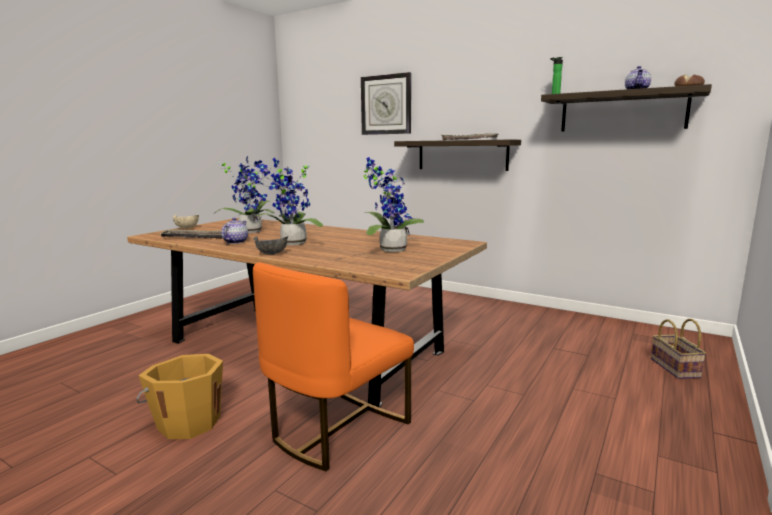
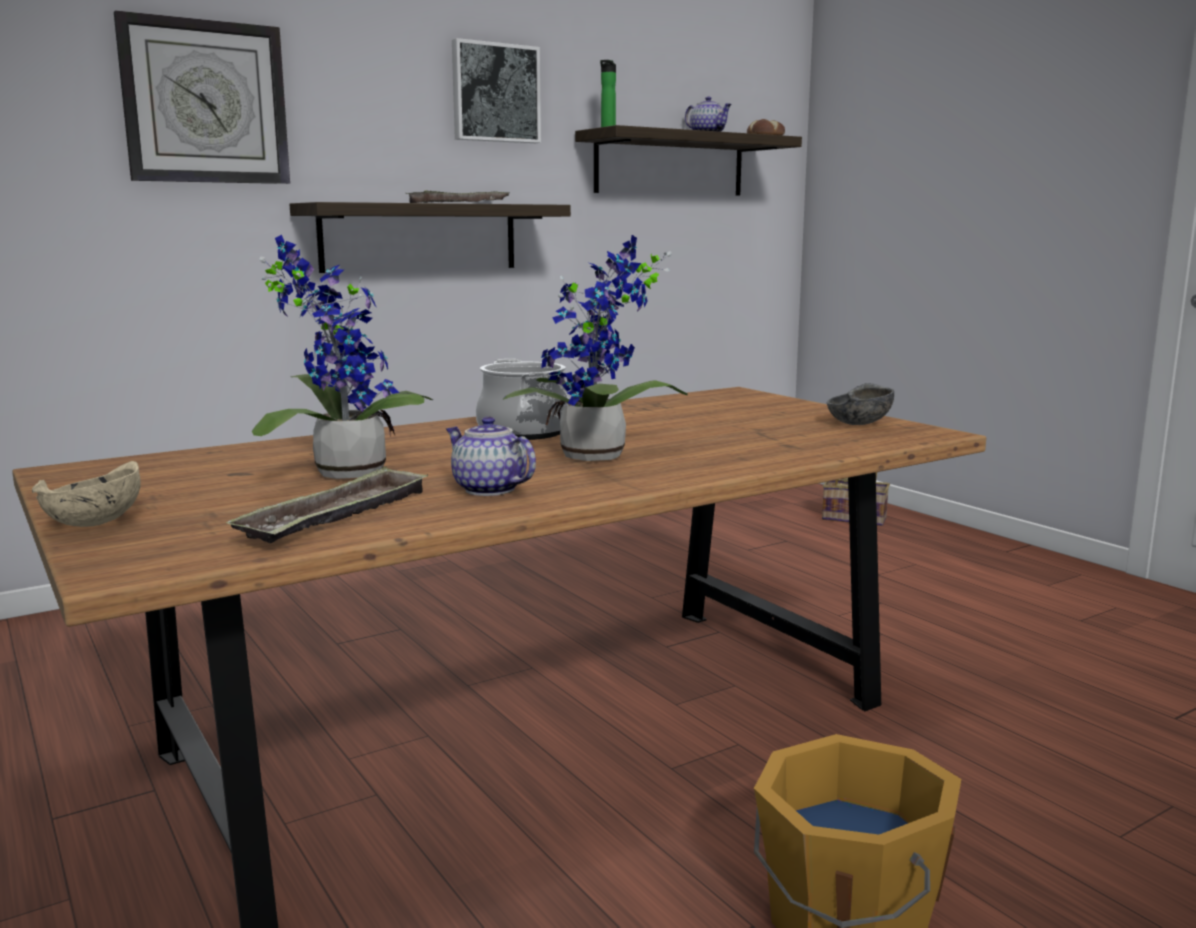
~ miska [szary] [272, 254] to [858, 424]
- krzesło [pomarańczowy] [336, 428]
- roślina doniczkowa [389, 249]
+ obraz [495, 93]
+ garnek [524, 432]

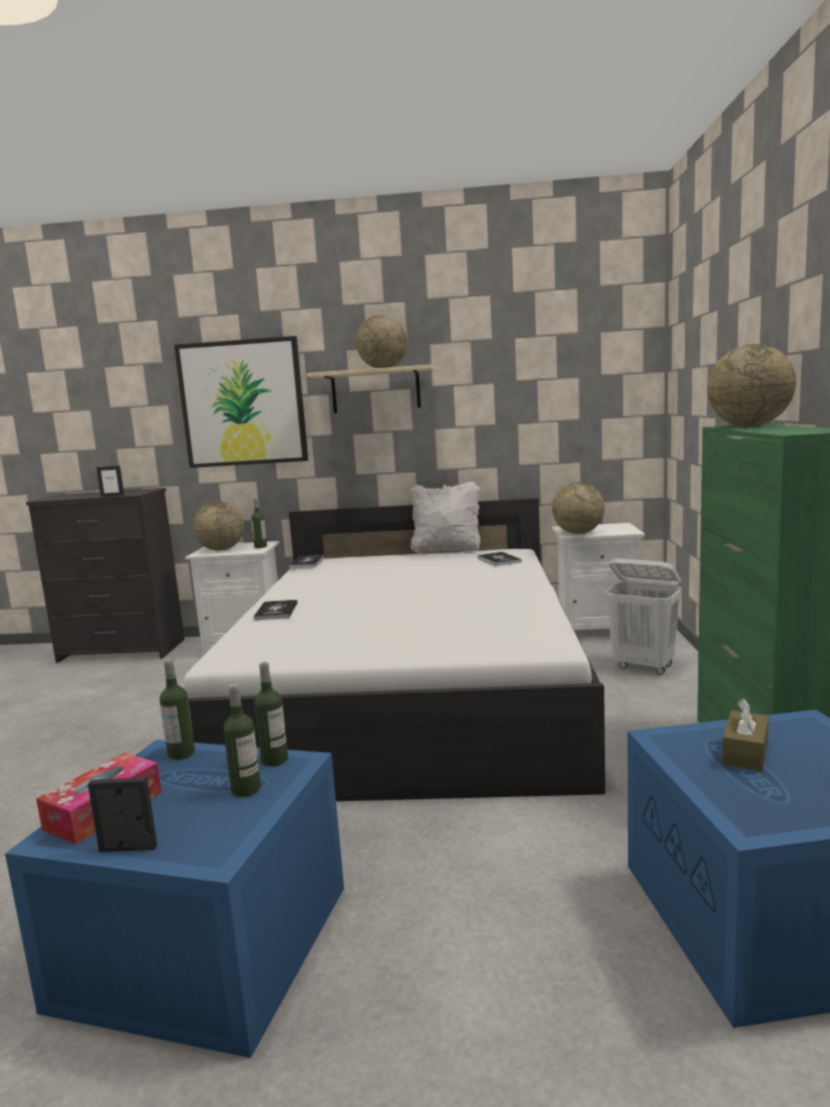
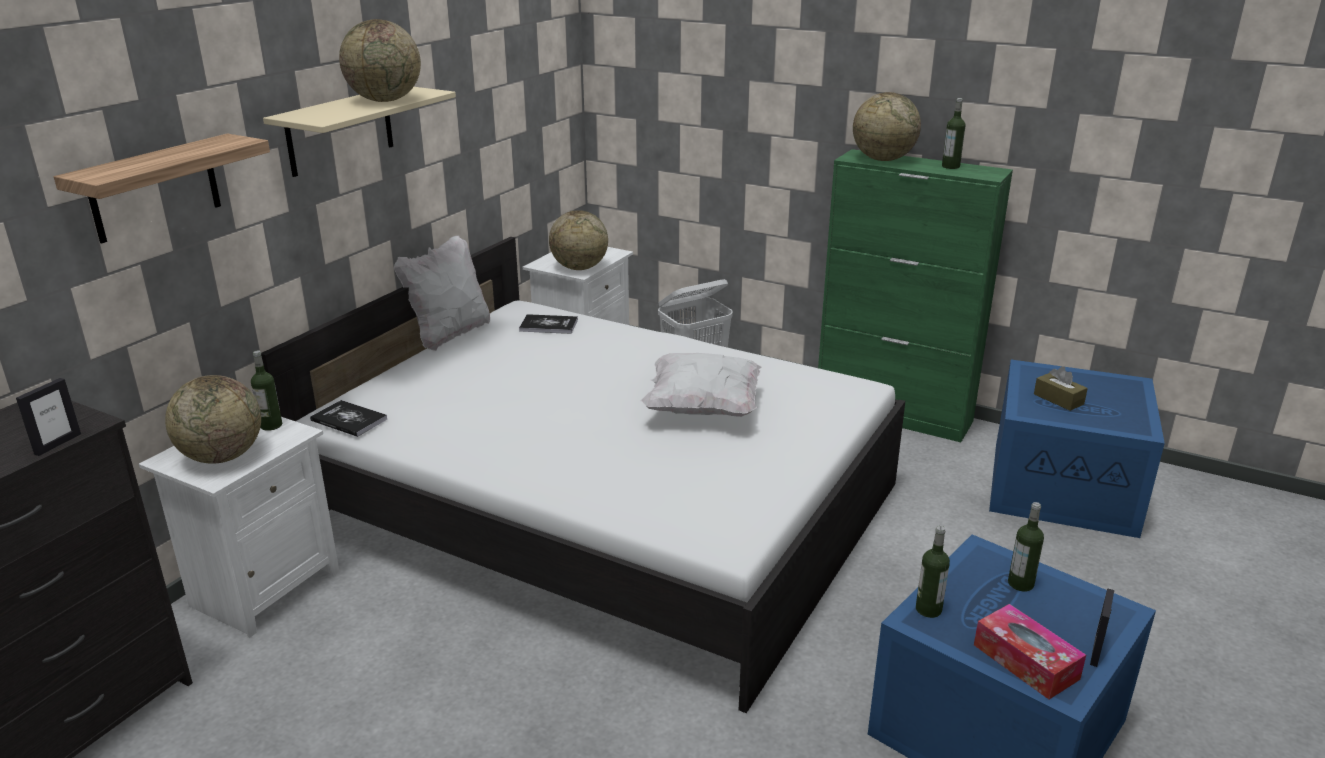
~ obraz [243, 403] to półka [154, 188]
- książka [276, 611]
~ butelka [274, 760] to [950, 166]
+ poduszka [biały] [703, 408]

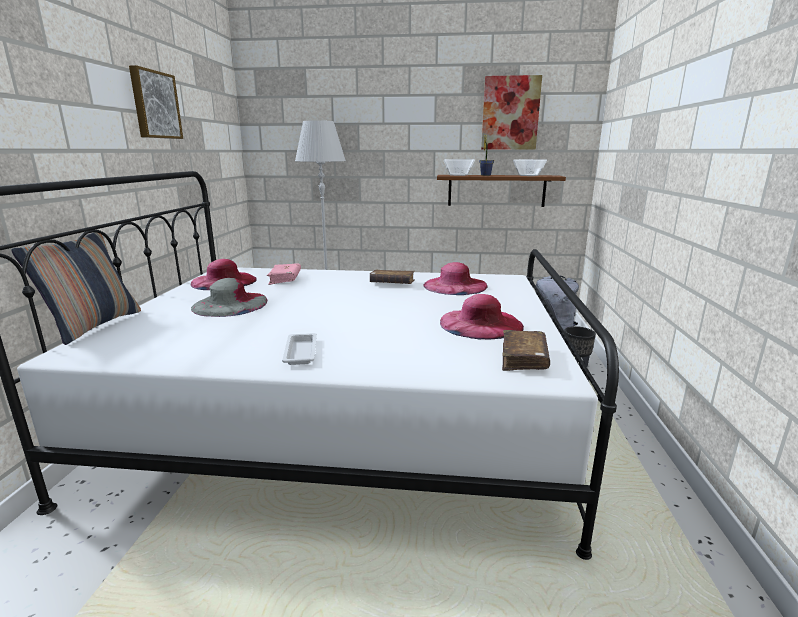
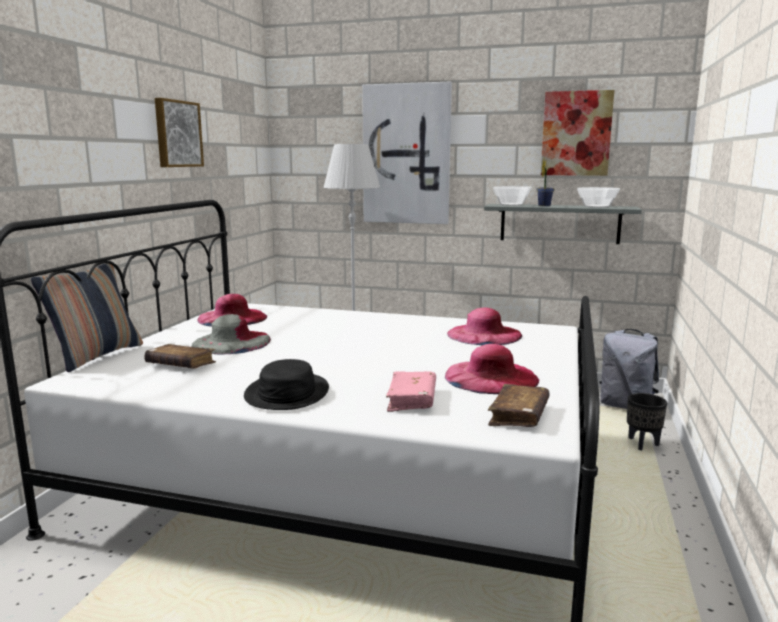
~ książka [różowy] [285, 279] to [412, 399]
~ taca [biały] [301, 352] to kapelusz [czarny] [286, 393]
~ książka [brązowy] [392, 283] to [180, 365]
~ półka [brązowy] [496, 190] to półka [szary] [559, 223]
+ obraz [406, 154]

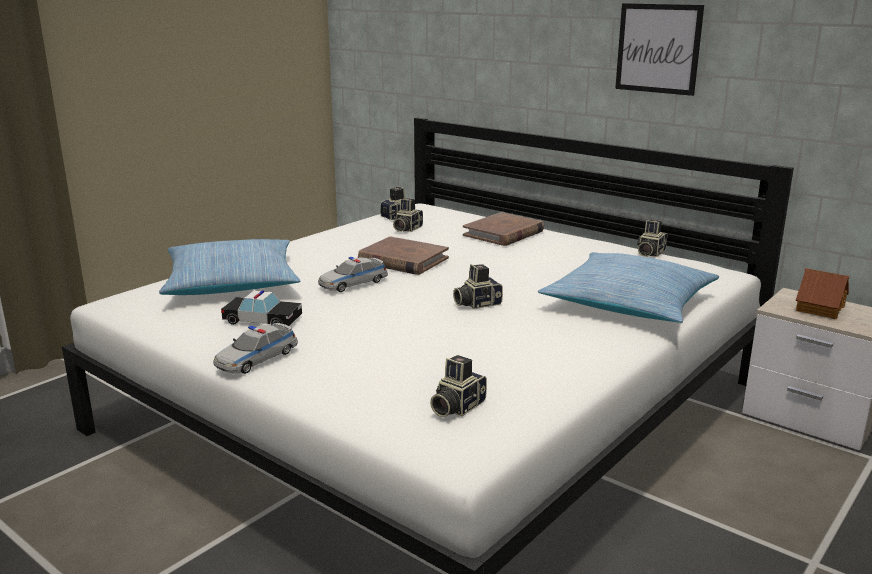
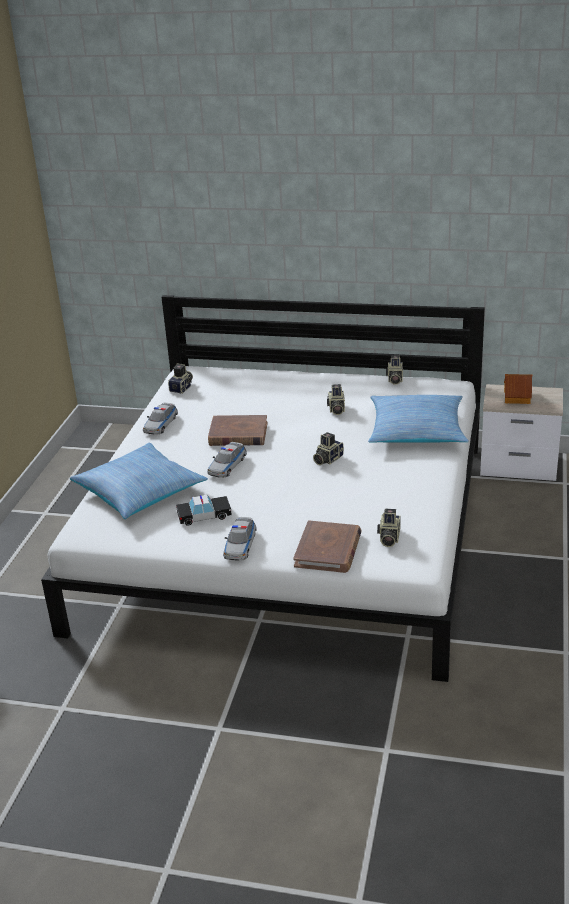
~ aparat fotograficzny [406, 229] to [336, 409]
~ książka [brązowy] [503, 233] to [328, 550]
- obraz [658, 48]
+ samochodzik [161, 424]

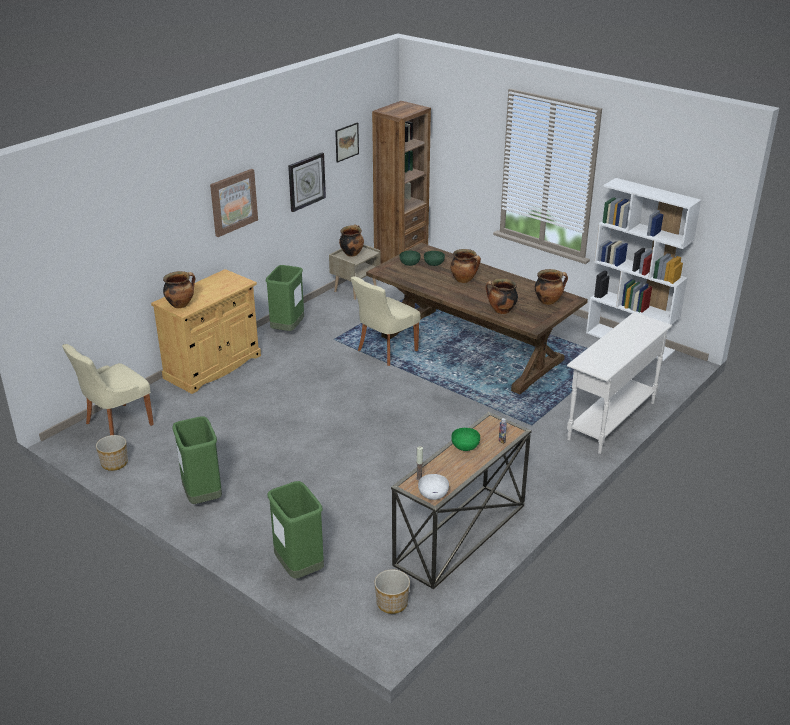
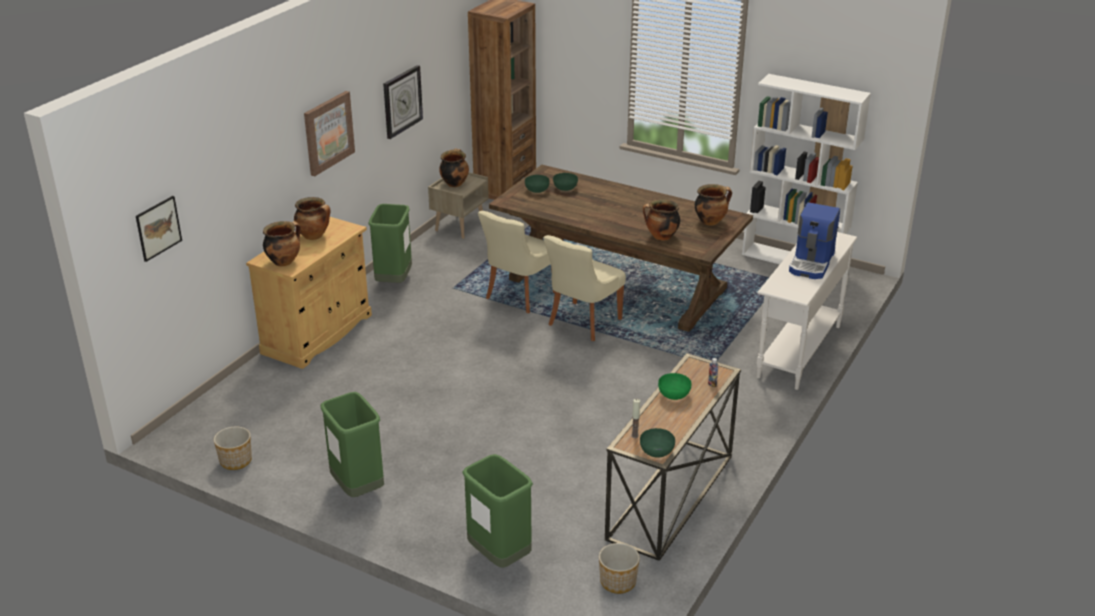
~ krzesło [beżowy] [116, 424] to [582, 323]
~ obraz [346, 142] to [158, 228]
~ miska [biały] [433, 494] to miska [zielony] [656, 451]
~ garnek [464, 280] to [314, 236]
+ ekspres do kawy [812, 263]

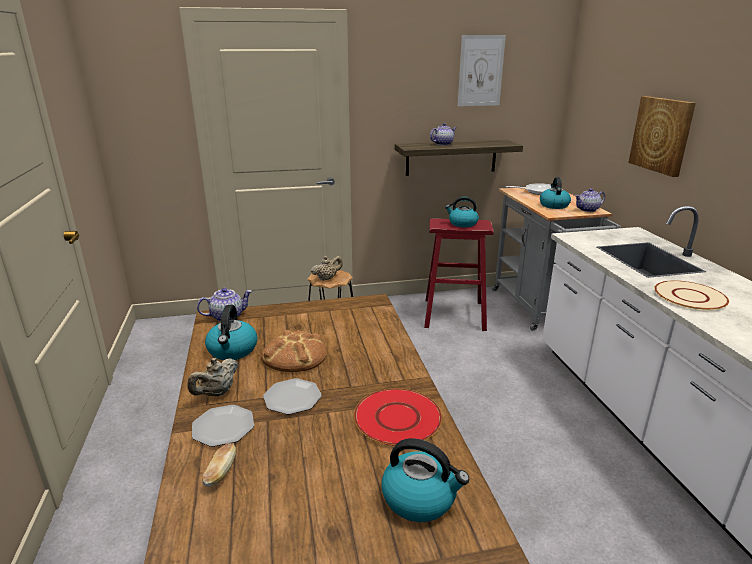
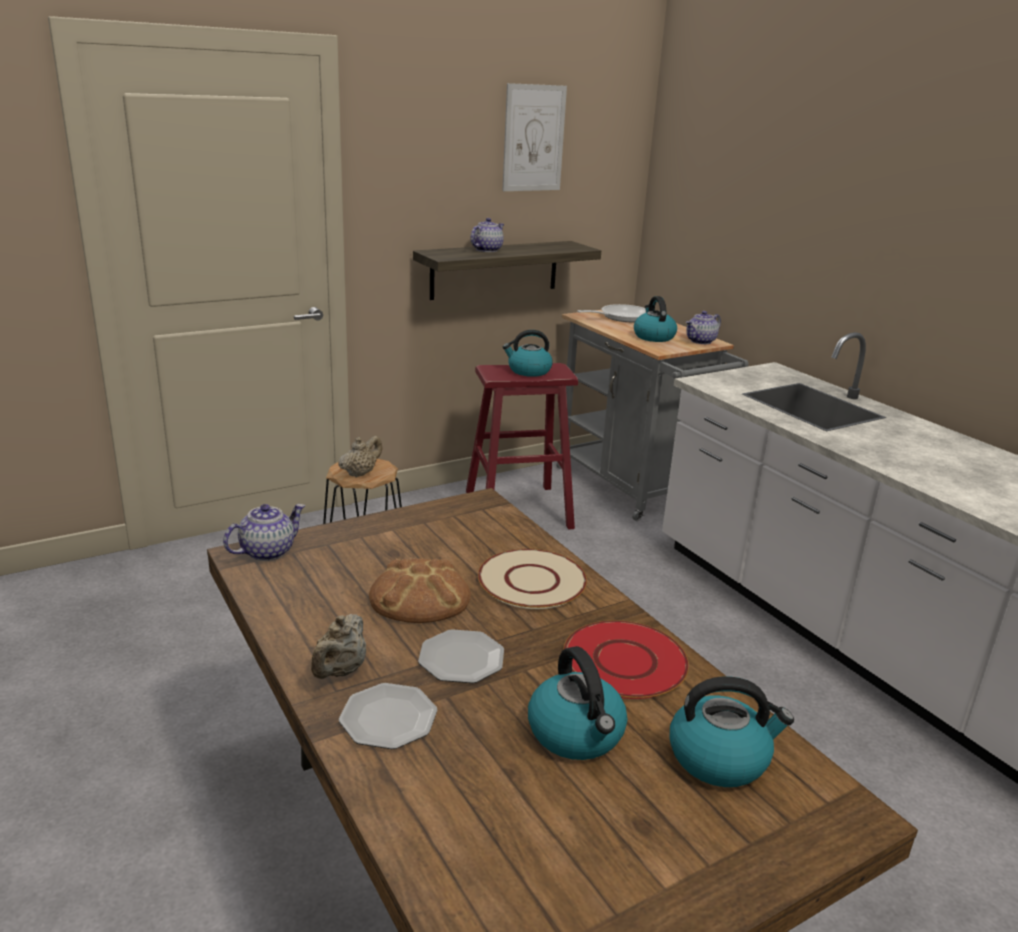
- chleb [220, 473]
~ czajnik [233, 350] to [577, 734]
- obraz [662, 135]
~ talerz [beżowy] [689, 296] to [531, 580]

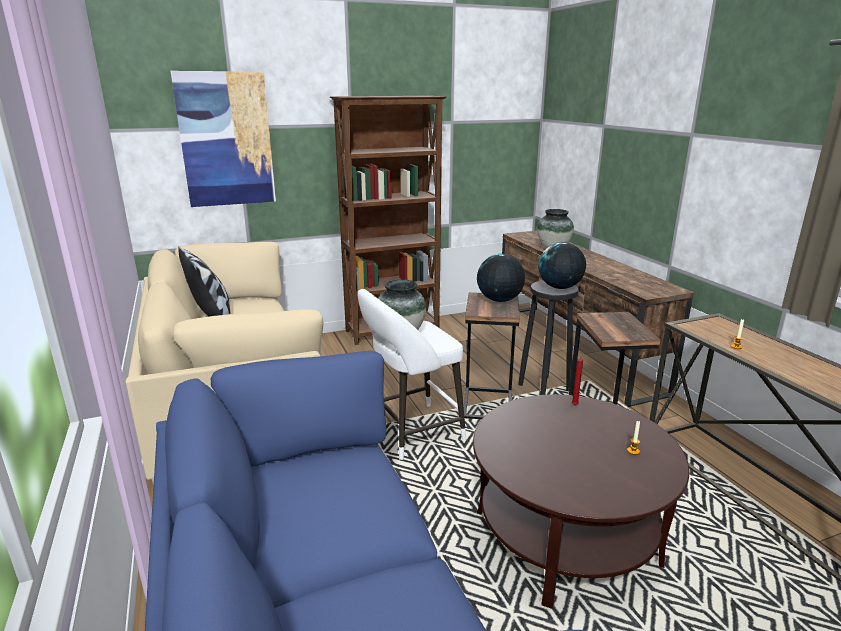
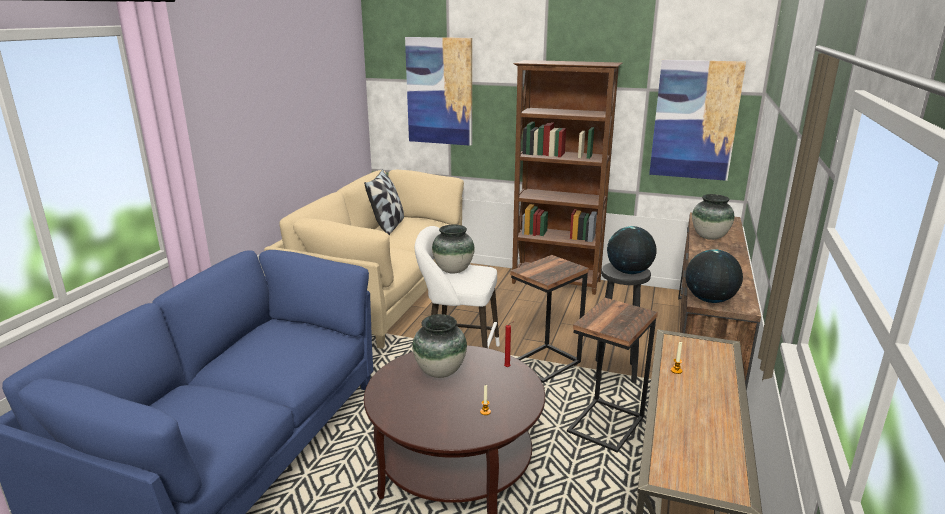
~ globus [499, 300] to [709, 300]
+ wazon [440, 372]
+ obraz [695, 120]

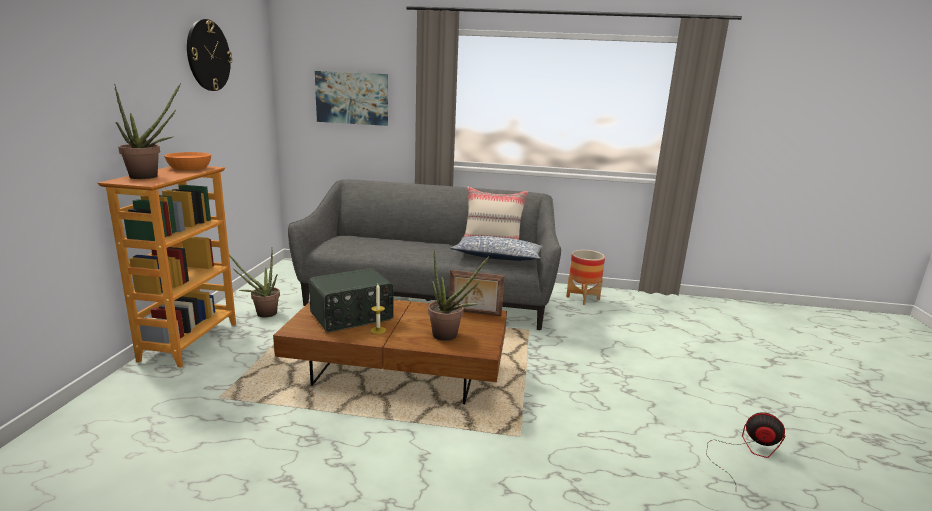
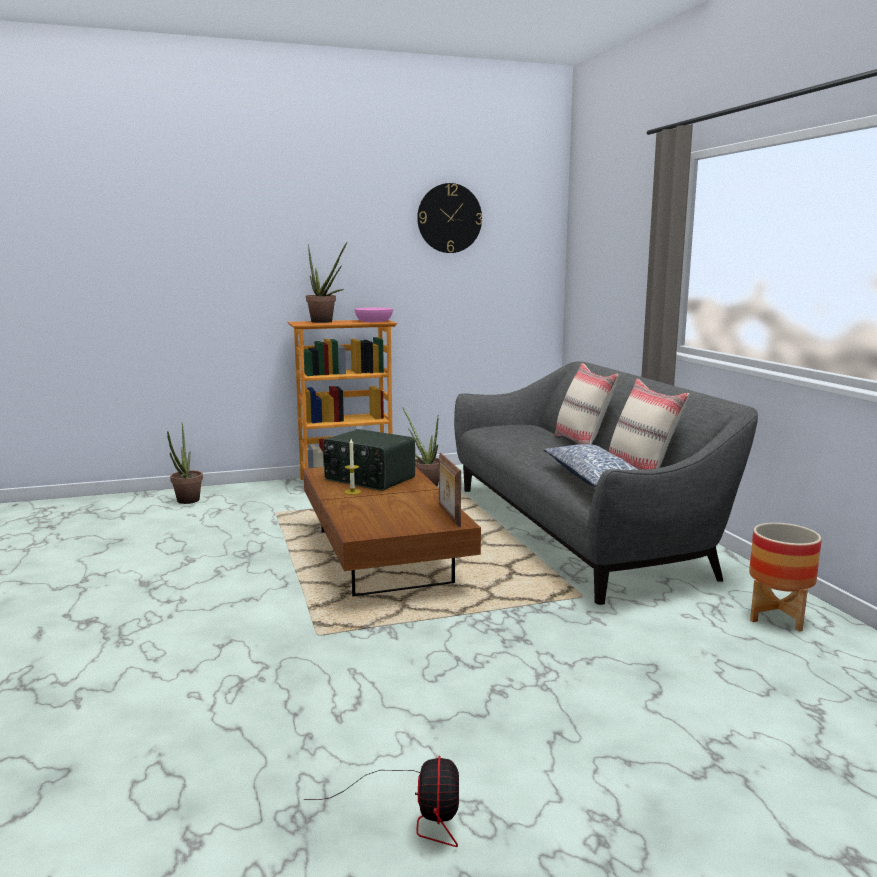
~ miska [pomarańczowy] [190, 168] to miska [różowy] [374, 321]
- obraz [352, 98]
~ roślina doniczkowa [450, 336] to [186, 502]
+ poduszka [beżowy] [582, 443]

